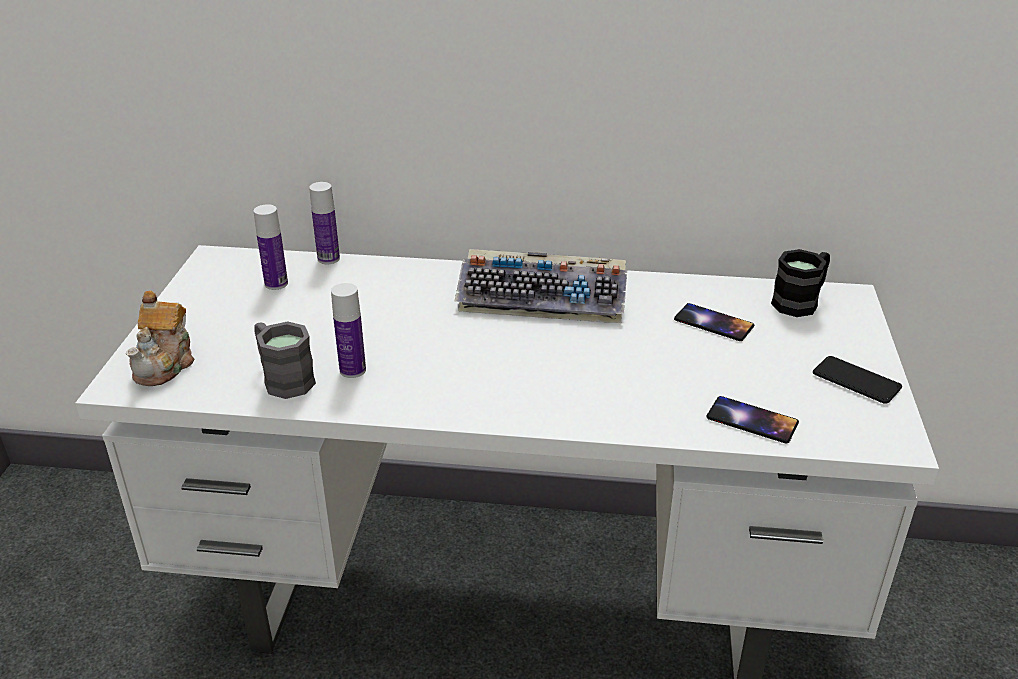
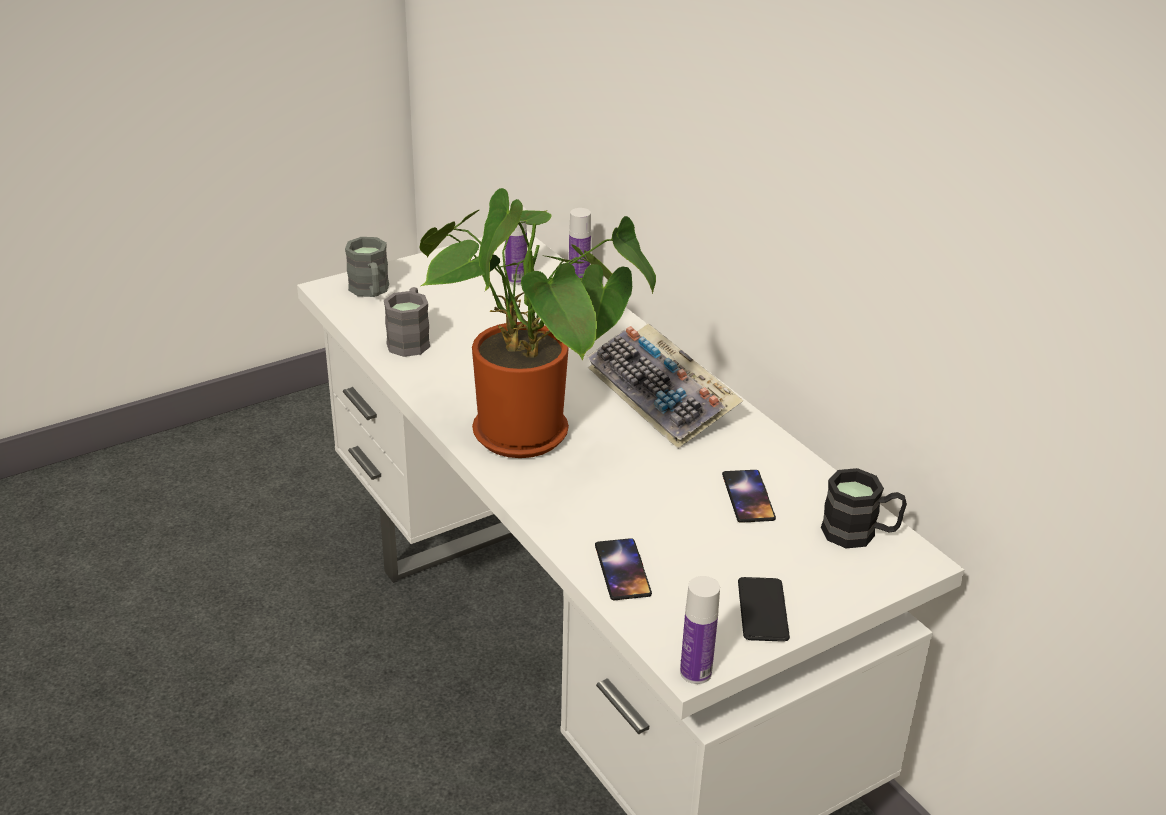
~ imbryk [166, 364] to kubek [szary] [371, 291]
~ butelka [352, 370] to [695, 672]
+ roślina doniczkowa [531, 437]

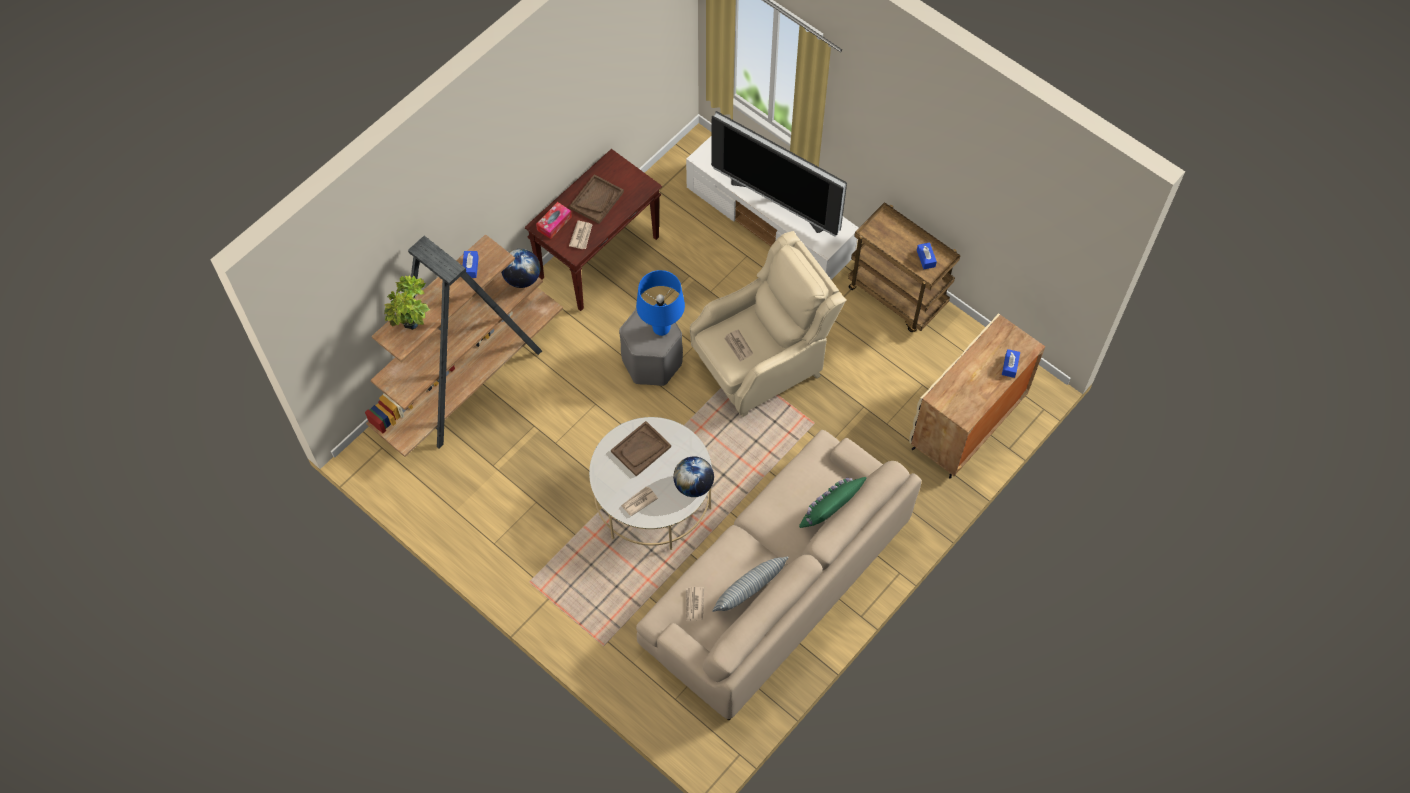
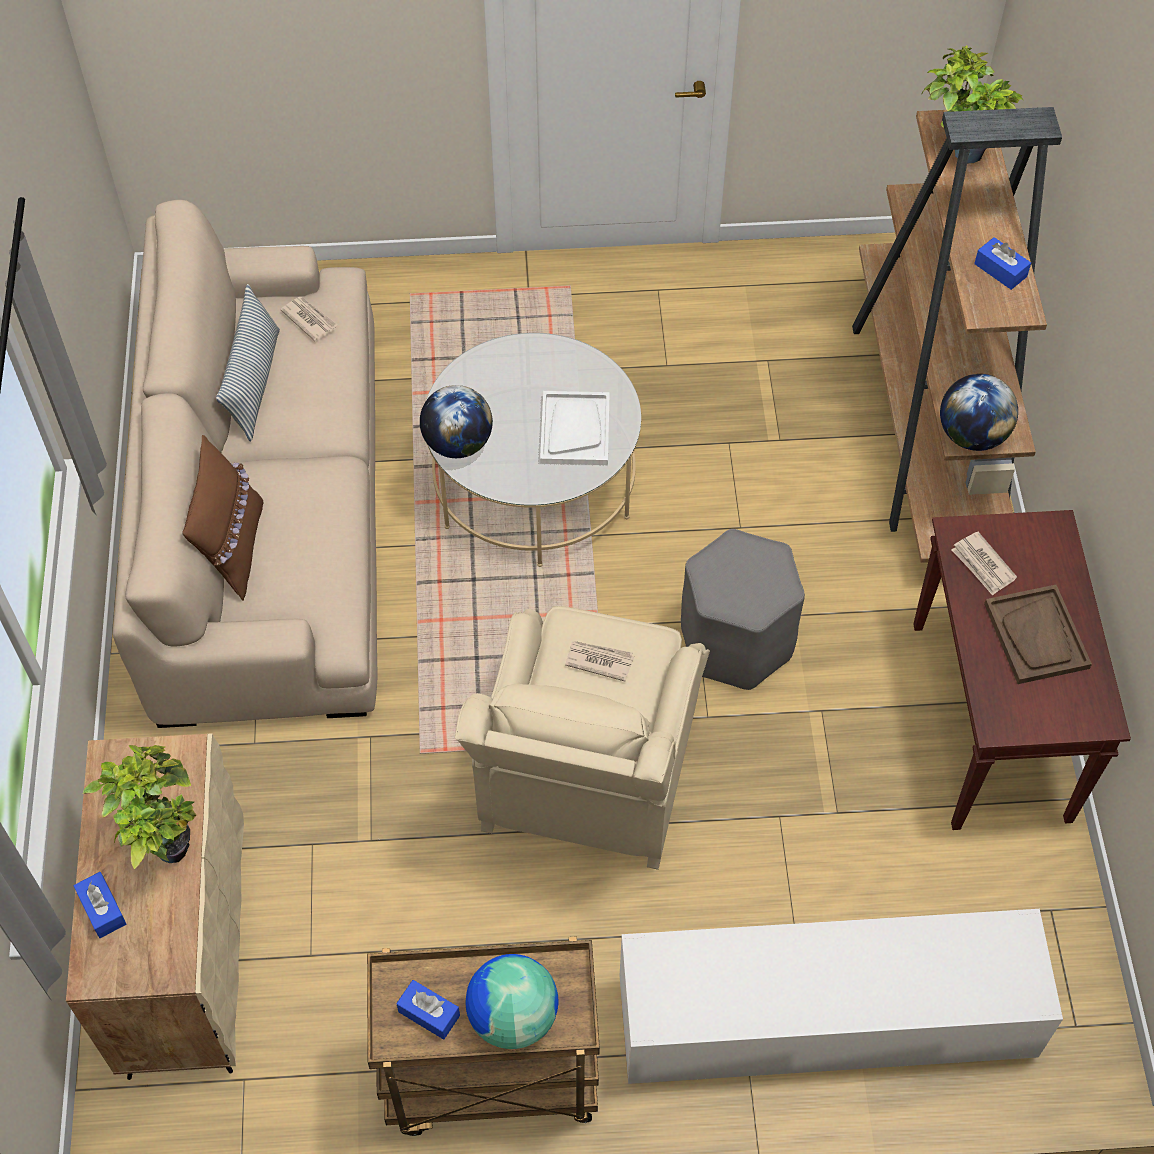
- pudełko chusteczek [554, 223]
~ taca [brązowy] [641, 449] to taca [biały] [575, 429]
- gazeta [638, 501]
- lampa stołowa [niebieski] [661, 329]
- telewizor [780, 201]
~ poduszka [zielony] [830, 515] to poduszka [brązowy] [233, 548]
+ roślina doniczkowa [164, 844]
+ globus [512, 1016]

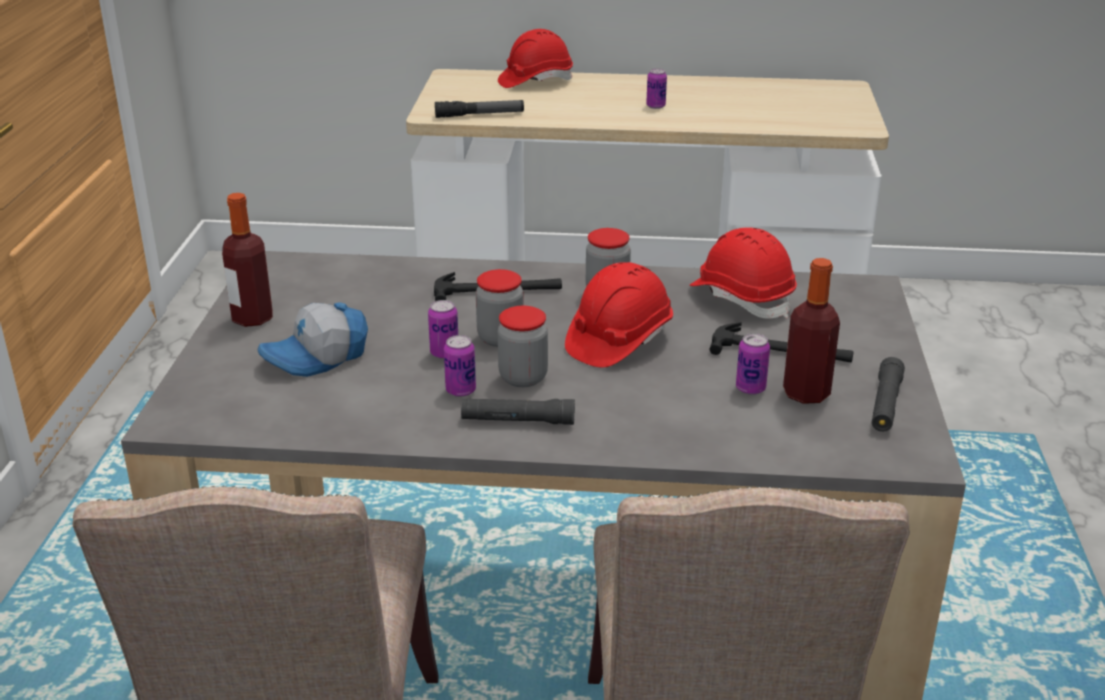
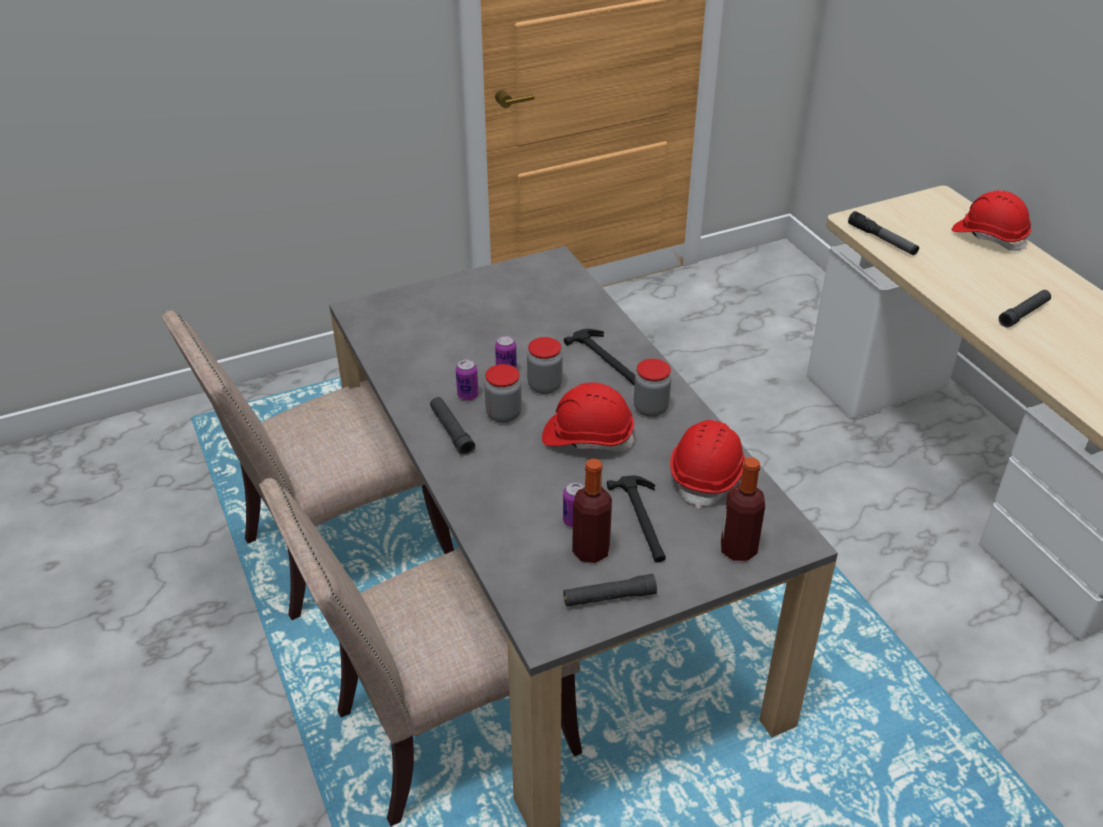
~ butelka [252, 318] to [738, 549]
- czapka z daszkiem [317, 358]
~ puszka [655, 106] to latarka [czarny] [1023, 314]

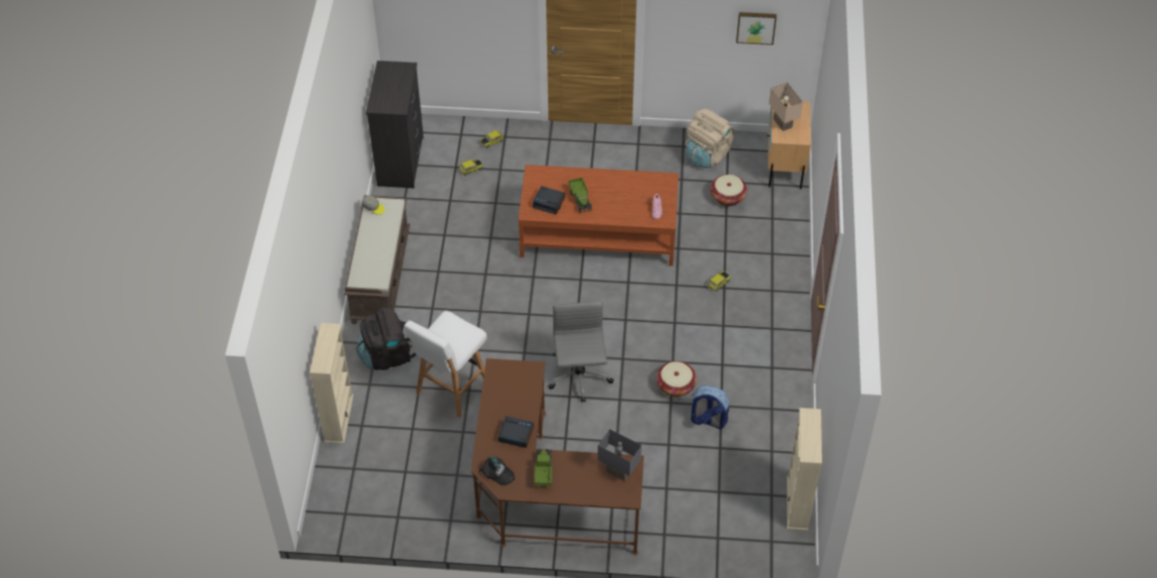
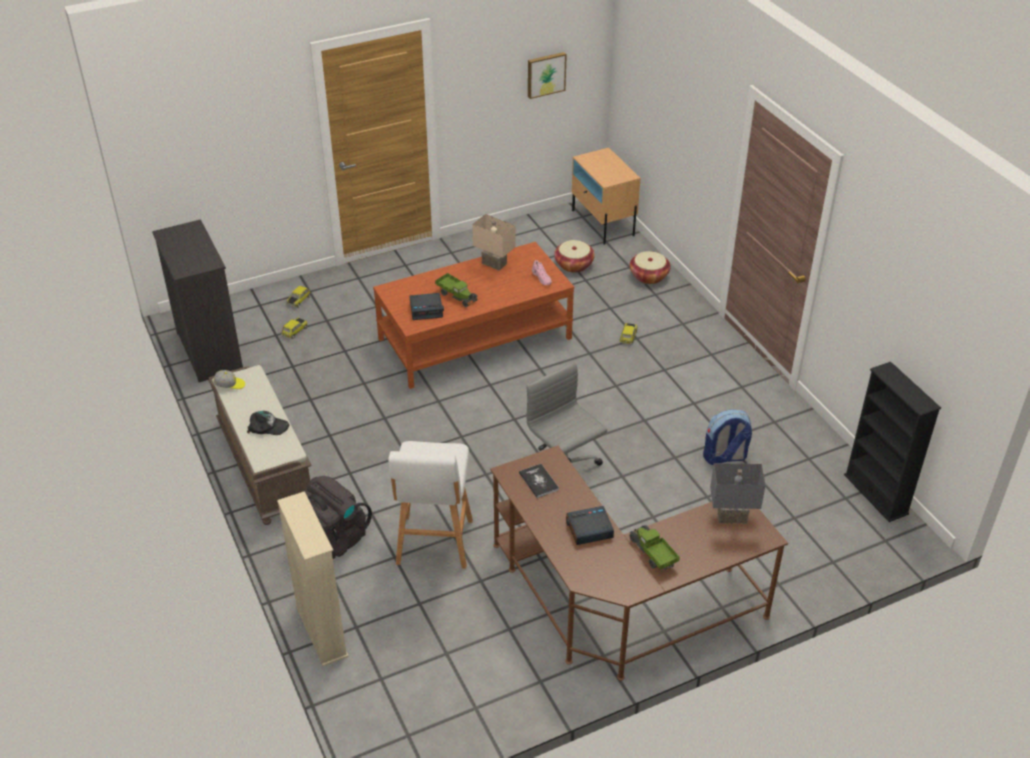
~ czapka z daszkiem [czarny] [497, 472] to [267, 427]
~ koszyk [675, 385] to [649, 276]
- plecak [beżowy] [707, 154]
~ lampa stołowa [beżowy] [781, 123] to [493, 264]
~ regał [beżowy] [797, 503] to regał [czarny] [876, 494]
+ książka [538, 481]

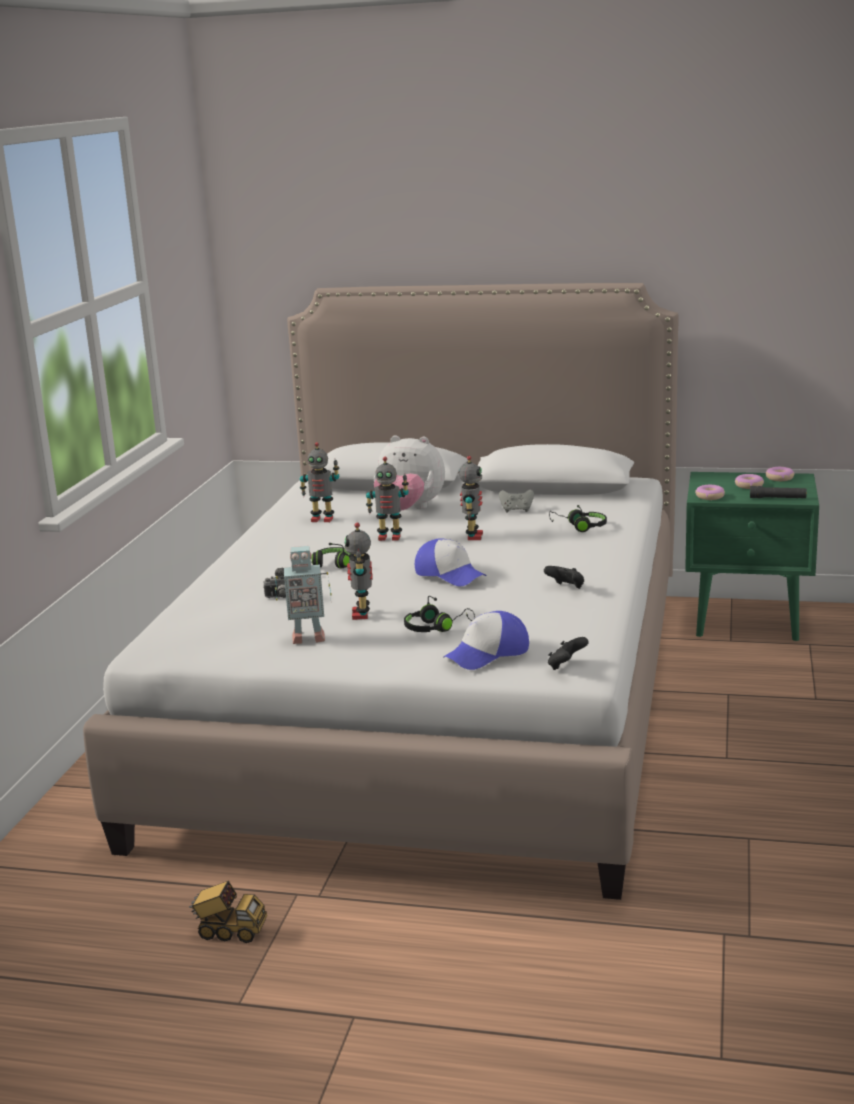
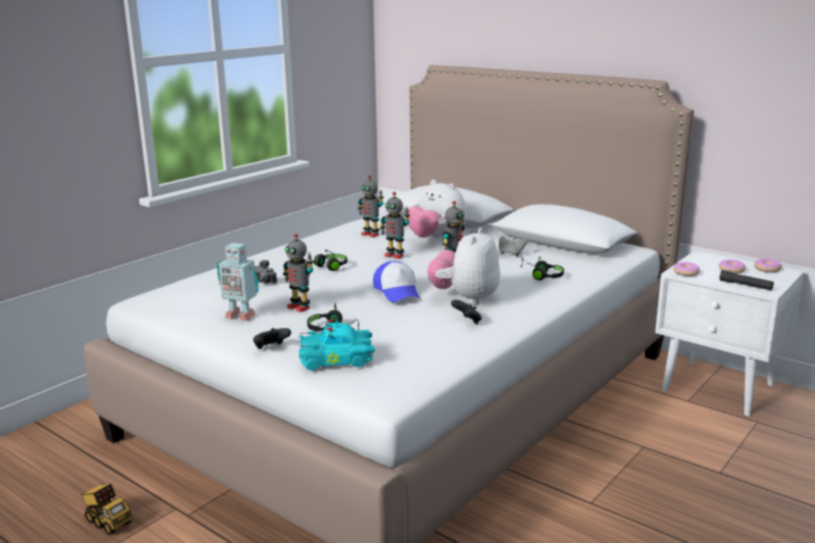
~ robot zabawkowy [362, 614] = [299, 307] 75 degrees counterclockwise
~ czapka z daszkiem [488, 653] to samochodzik [turkusowy] [338, 360]
~ pad do gier [czarny] [566, 666] to [271, 348]
~ szafka nocna [zielony] [749, 620] to szafka nocna [biały] [719, 388]
+ pluszak [465, 298]

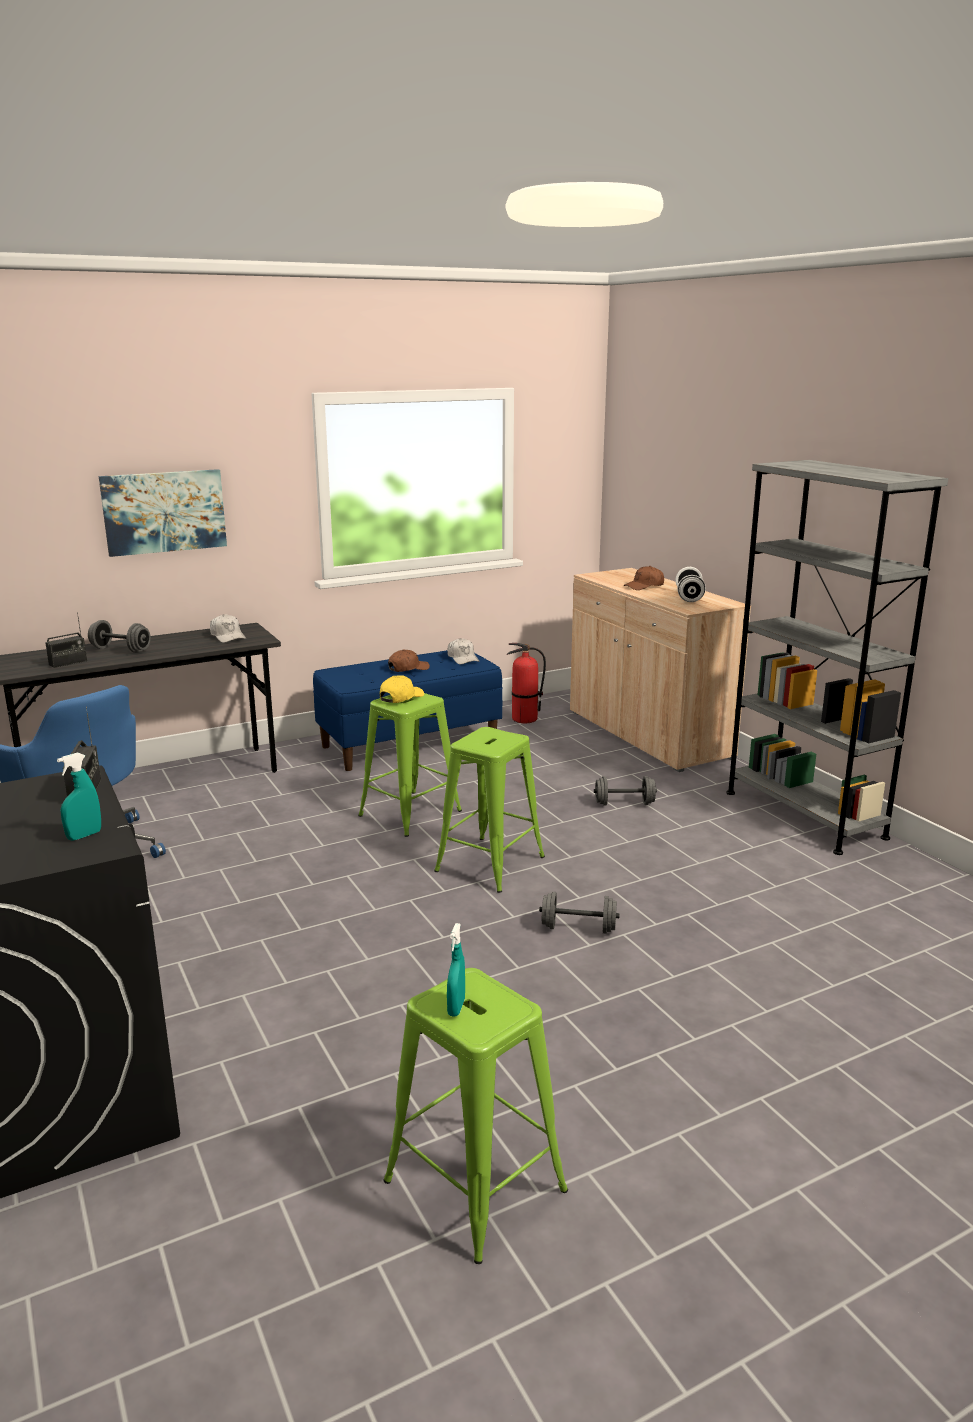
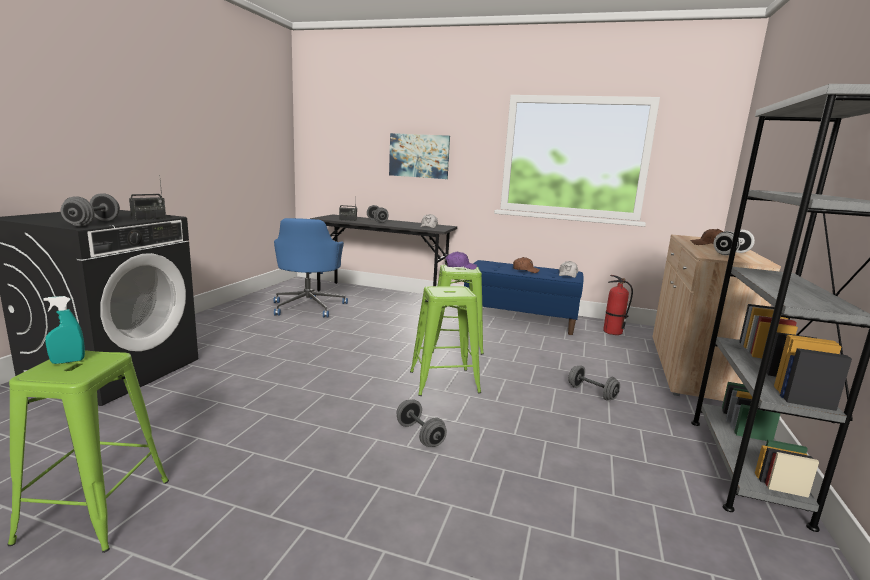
~ spryskiwacz [turkusowy] [84, 835] to hantel [szary] [93, 223]
~ czapka z daszkiem [żółty] [401, 697] to czapka z daszkiem [fioletowy] [460, 267]

